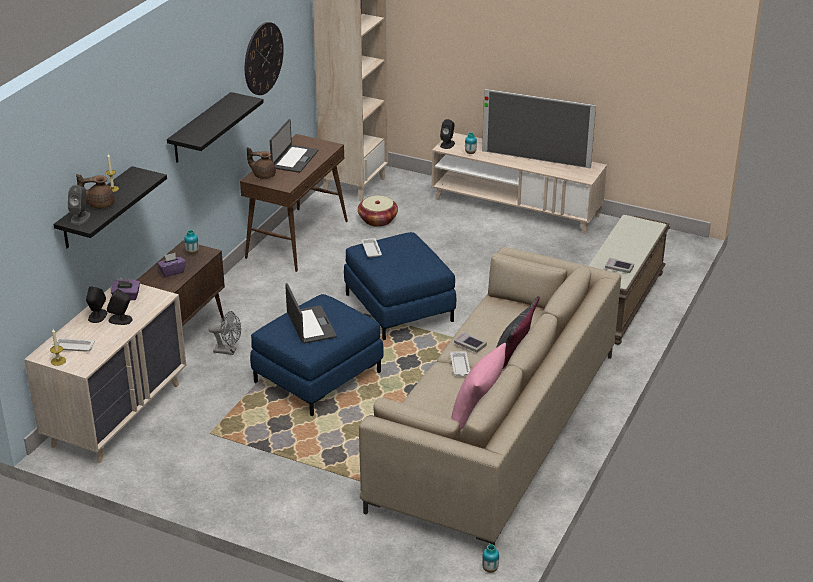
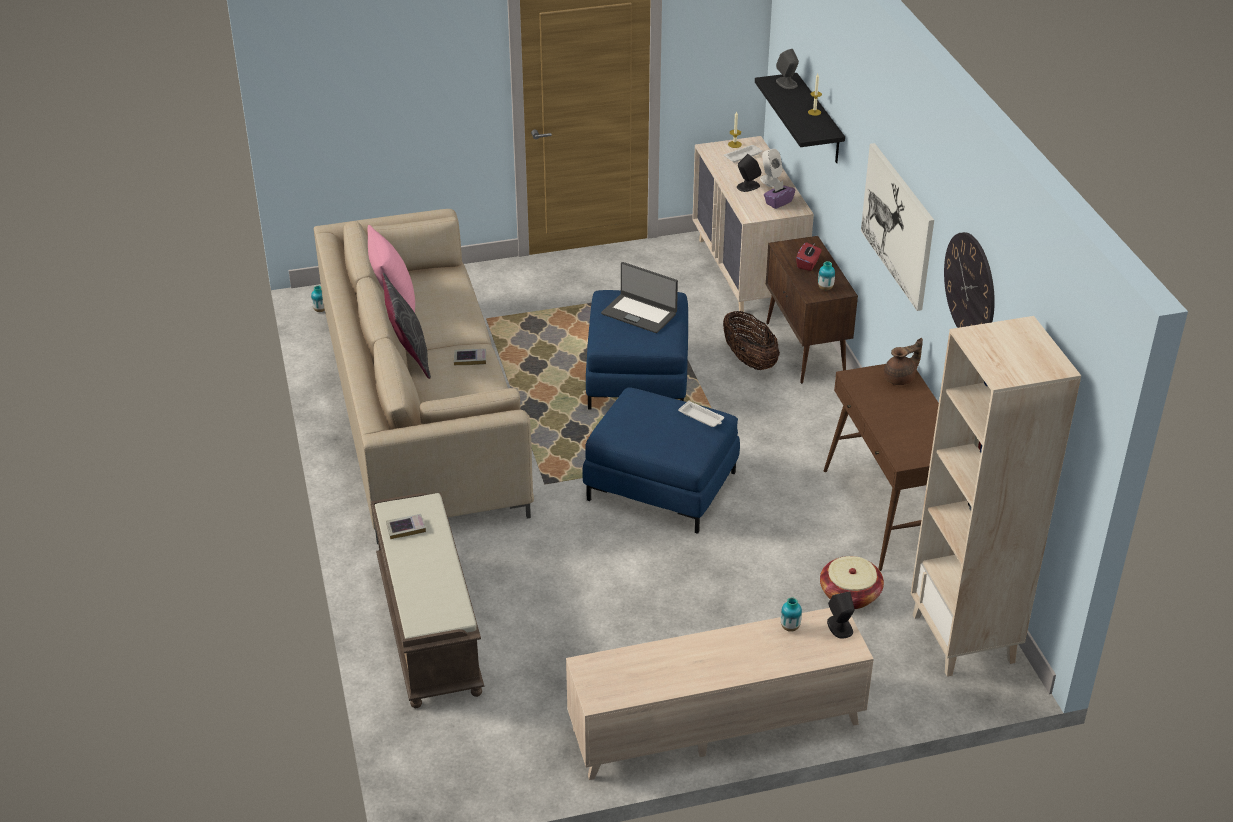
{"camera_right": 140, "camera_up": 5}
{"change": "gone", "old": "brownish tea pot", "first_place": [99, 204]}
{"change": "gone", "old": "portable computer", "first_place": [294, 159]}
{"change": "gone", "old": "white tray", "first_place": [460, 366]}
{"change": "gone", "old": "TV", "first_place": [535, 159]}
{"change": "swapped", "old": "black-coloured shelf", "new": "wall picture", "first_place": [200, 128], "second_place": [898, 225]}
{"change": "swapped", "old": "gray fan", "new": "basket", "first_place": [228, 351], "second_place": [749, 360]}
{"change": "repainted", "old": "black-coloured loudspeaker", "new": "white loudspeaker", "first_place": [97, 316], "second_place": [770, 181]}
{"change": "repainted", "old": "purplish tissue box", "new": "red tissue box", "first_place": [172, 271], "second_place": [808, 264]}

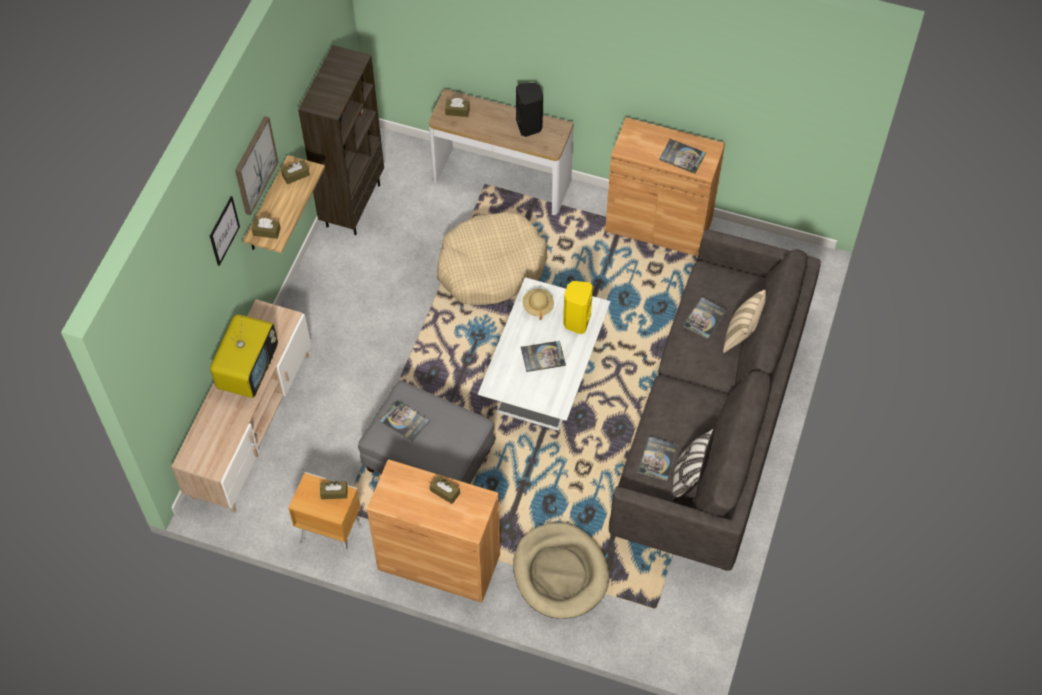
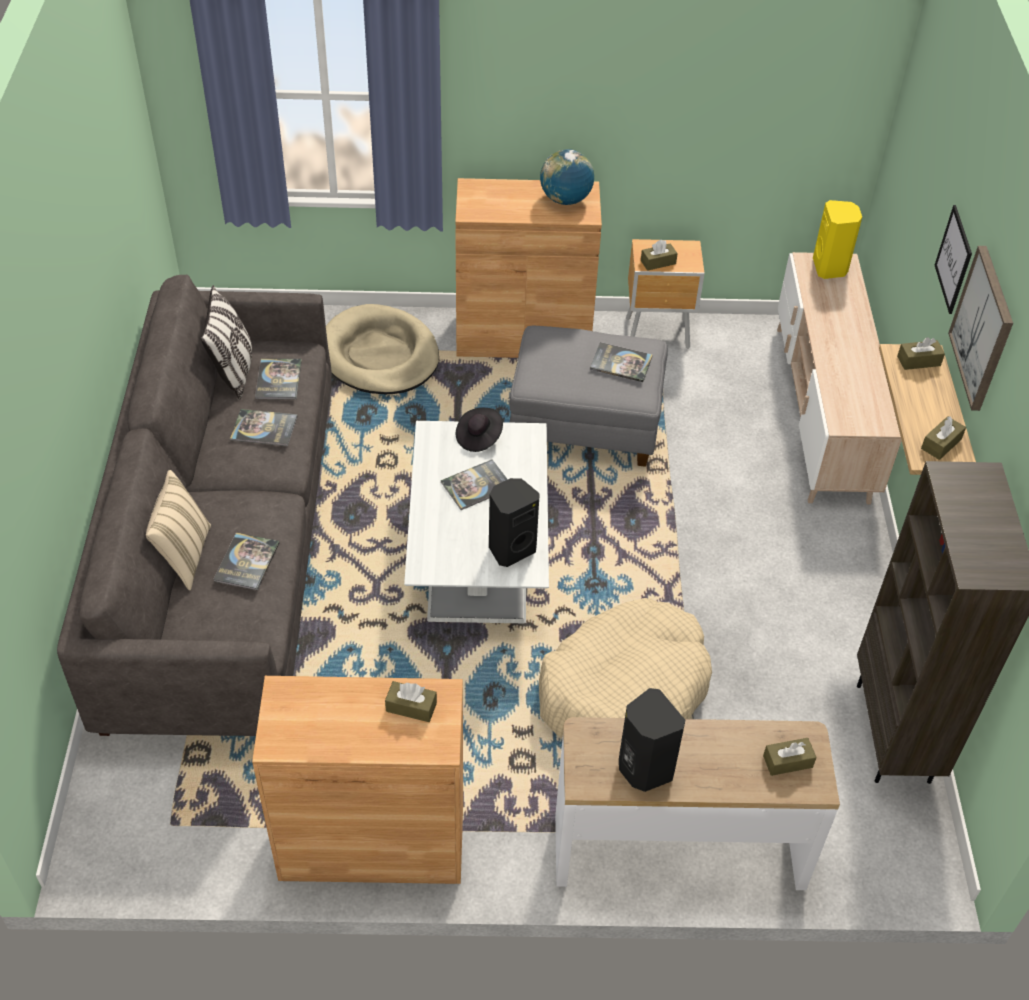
{"camera_right": 160, "camera_up": -10}
{"change": "gone", "old": "TV", "first_place": [248, 370]}
{"change": "new", "new": "black-coloured wearable hat", "second_place": [479, 437]}
{"change": "new", "new": "world globe", "second_place": [565, 199]}
{"change": "shifted", "old": "brownish tissue box", "first_place": [445, 492], "second_place": [411, 707]}
{"change": "shifted", "old": "yellow loudspeaker", "first_place": [576, 321], "second_place": [830, 268]}
{"change": "shifted", "old": "volume", "first_place": [682, 157], "second_place": [264, 428]}
{"change": "swapped", "old": "sand-coloured wearable hat", "new": "black-coloured loudspeaker", "first_place": [538, 306], "second_place": [511, 548]}

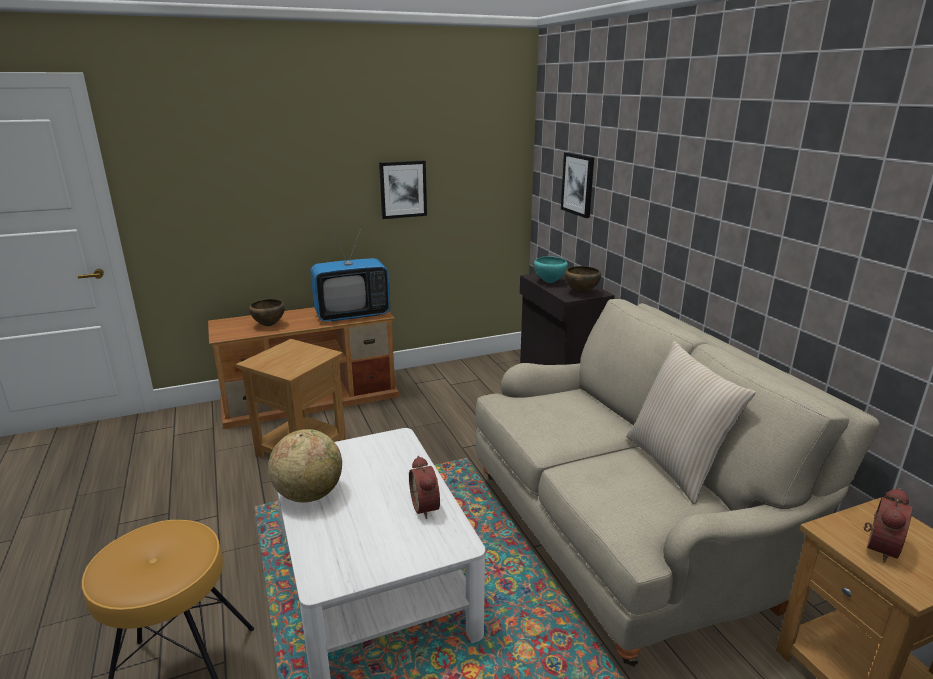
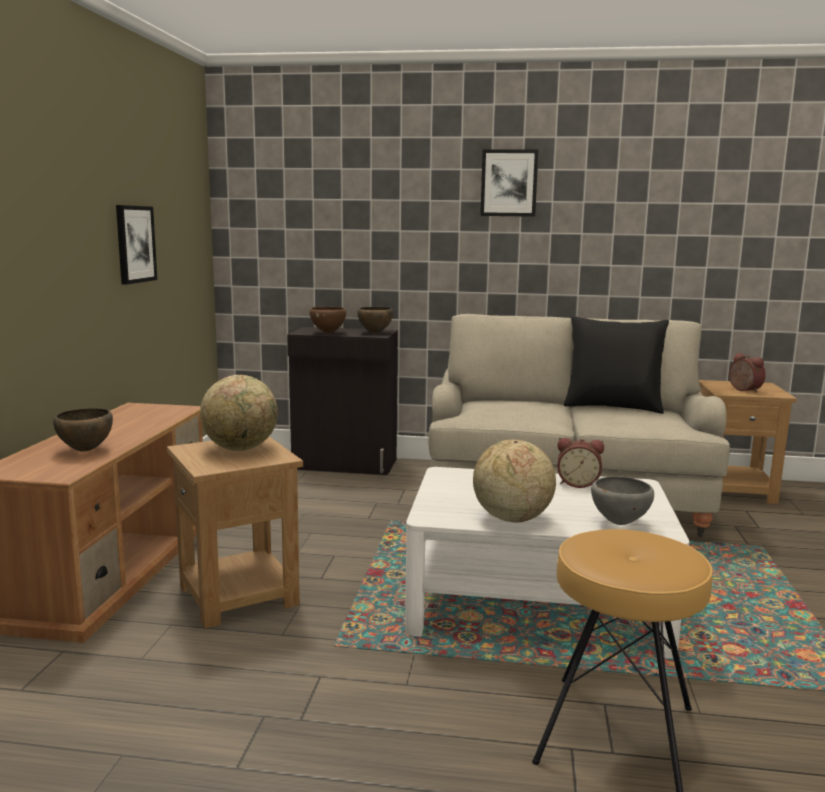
{"camera_right": -60, "camera_up": -10}
{"change": "gone", "old": "TV", "first_place": [352, 315]}
{"change": "new", "new": "world globe", "second_place": [241, 448]}
{"change": "new", "new": "gray deep dish", "second_place": [619, 523]}
{"change": "shifted", "old": "wall picture", "first_place": [578, 184], "second_place": [509, 183]}
{"change": "repainted", "old": "blue-green deep dish", "new": "brownish deep dish", "first_place": [550, 282], "second_place": [328, 332]}
{"change": "repainted", "old": "sand-coloured cushion", "new": "black-coloured cushion", "first_place": [675, 465], "second_place": [612, 406]}

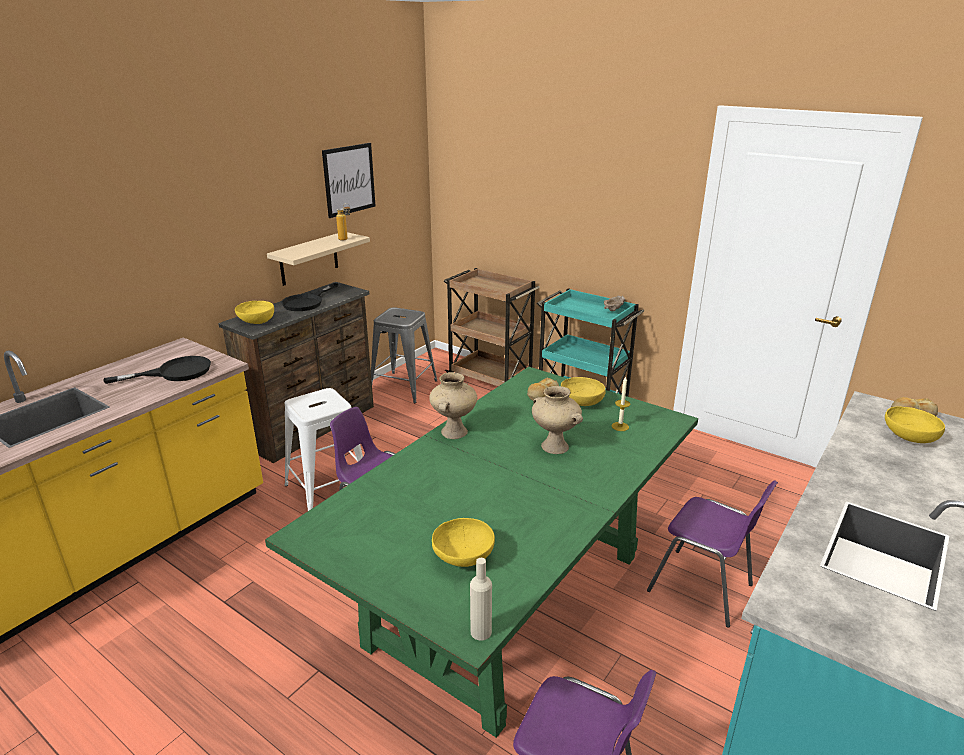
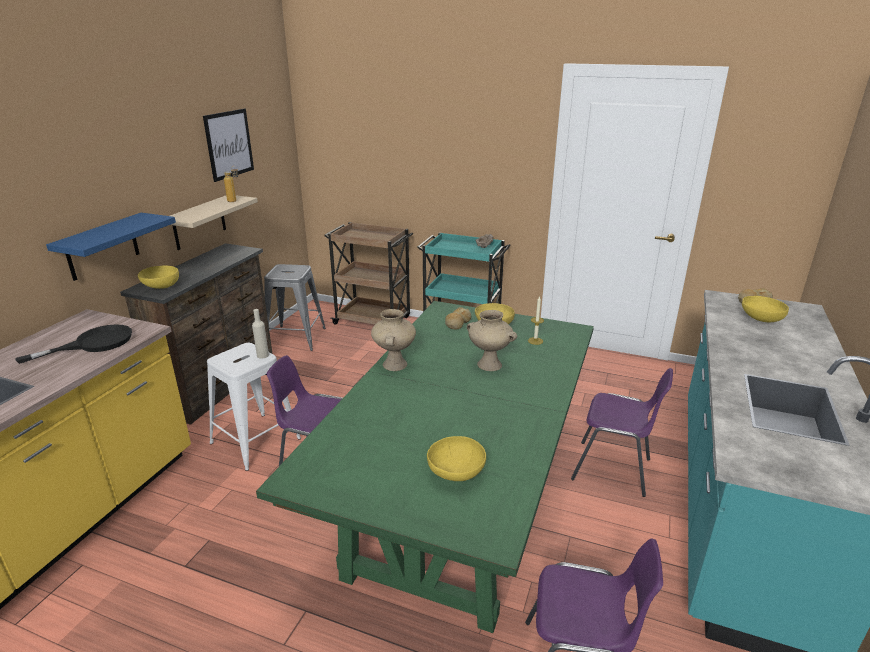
{"camera_right": -15, "camera_up": 0}
{"change": "gone", "old": "black-coloured frying pan", "first_place": [307, 302]}
{"change": "new", "new": "blue-coloured shelf", "second_place": [102, 247]}
{"change": "shifted", "old": "sand-coloured drink bottle", "first_place": [481, 632], "second_place": [262, 355]}

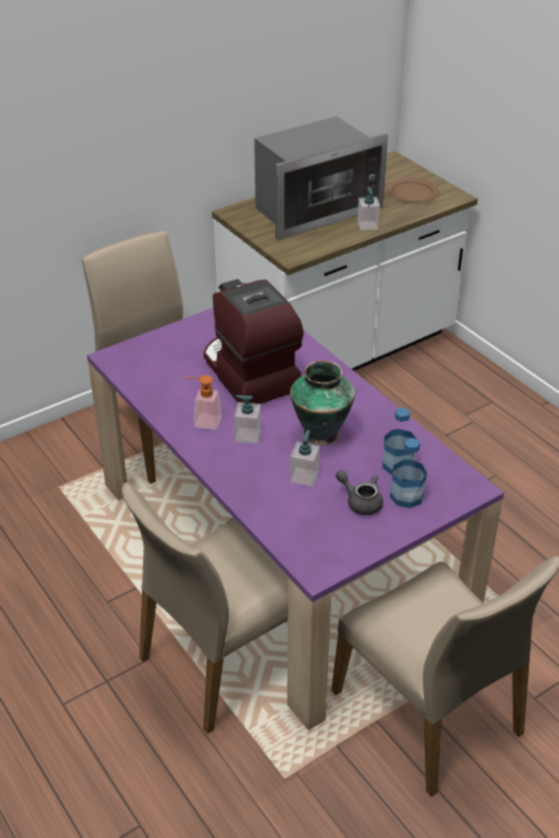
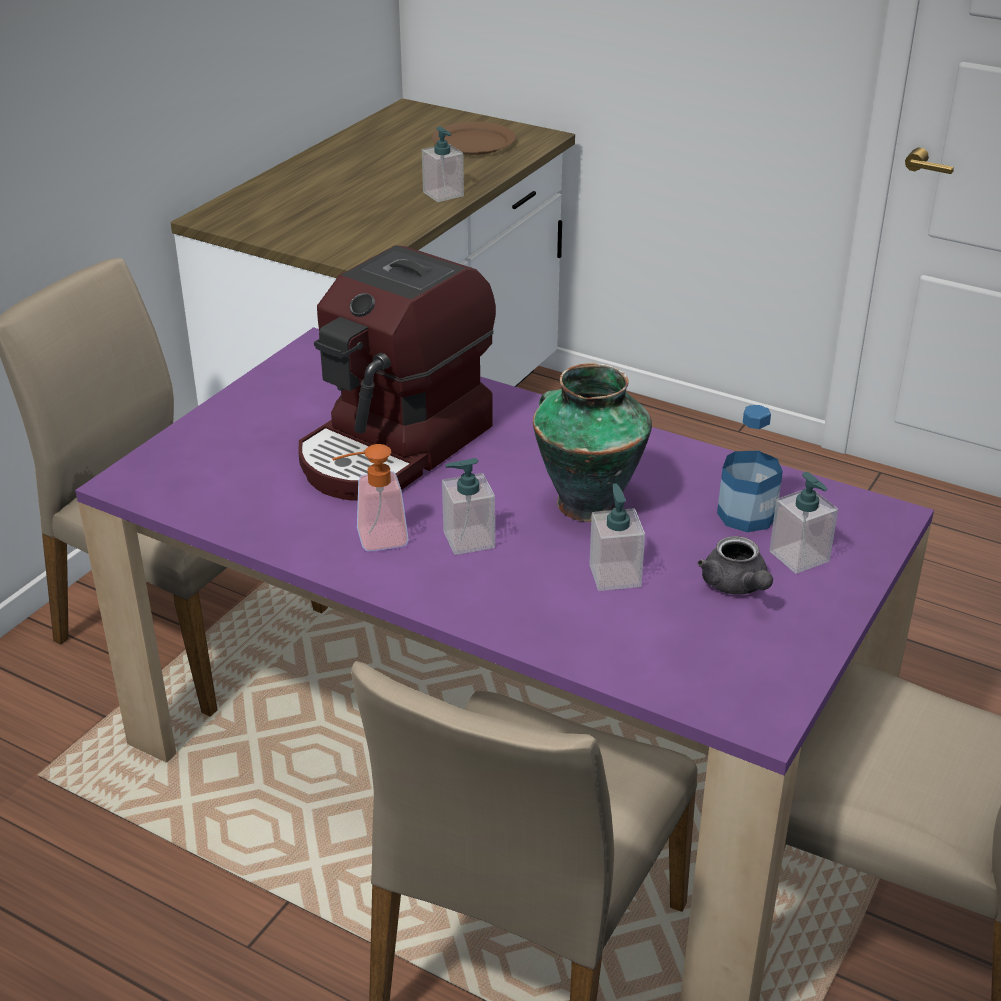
{"camera_right": -25, "camera_up": -5}
{"change": "gone", "old": "kitchen microwave", "first_place": [313, 209]}
{"change": "swapped", "old": "drink bottle", "new": "soap dispenser", "first_place": [406, 496], "second_place": [799, 556]}
{"change": "rotated", "old": "coffee maker", "first_place": [248, 374], "second_place": [396, 447], "degrees": -90}
{"change": "rotated", "old": "gray tea pot", "first_place": [360, 501], "second_place": [736, 586], "degrees": -120}

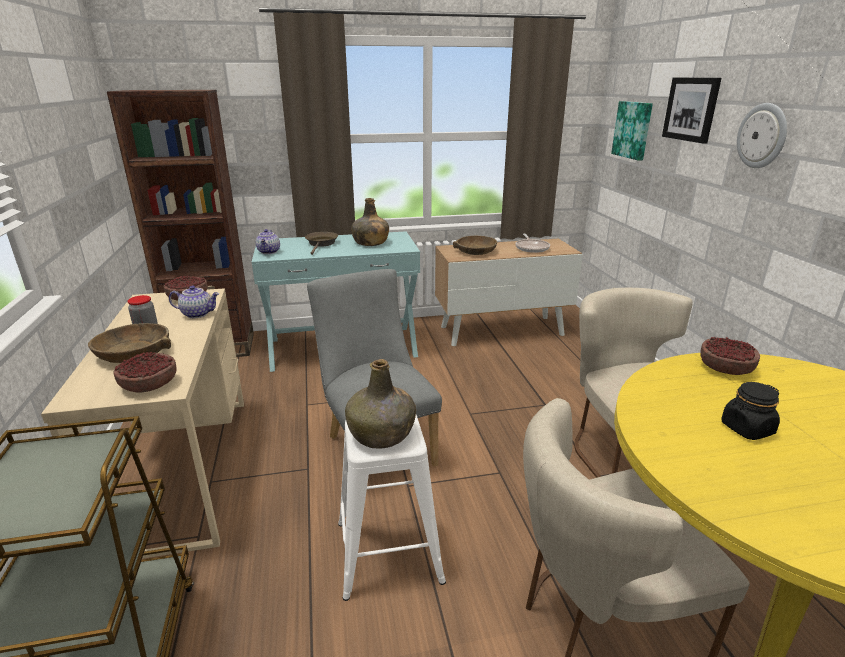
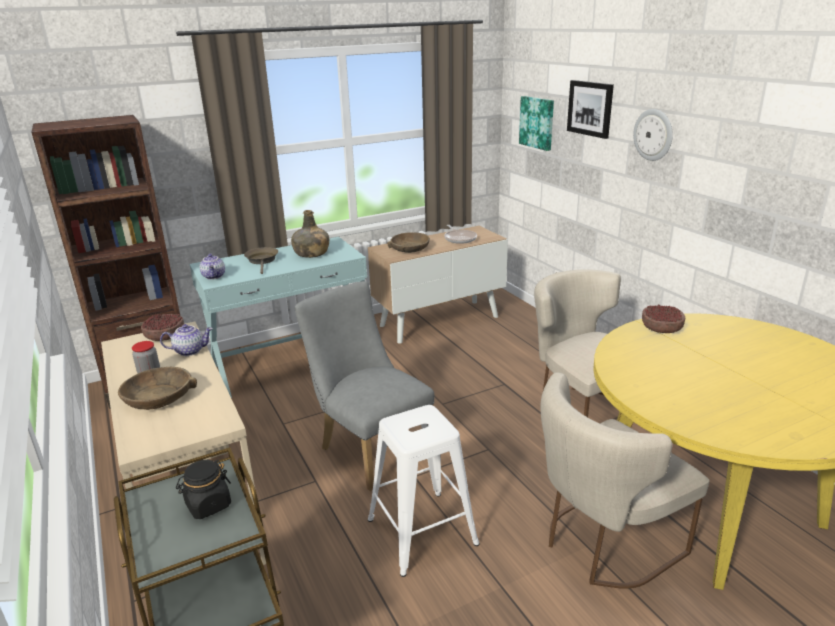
{"camera_right": -15, "camera_up": 0}
{"change": "gone", "old": "deep dish", "first_place": [149, 384]}
{"change": "gone", "old": "green drink bottle", "first_place": [382, 434]}
{"change": "shifted", "old": "black-coloured storage jar", "first_place": [746, 429], "second_place": [208, 505]}

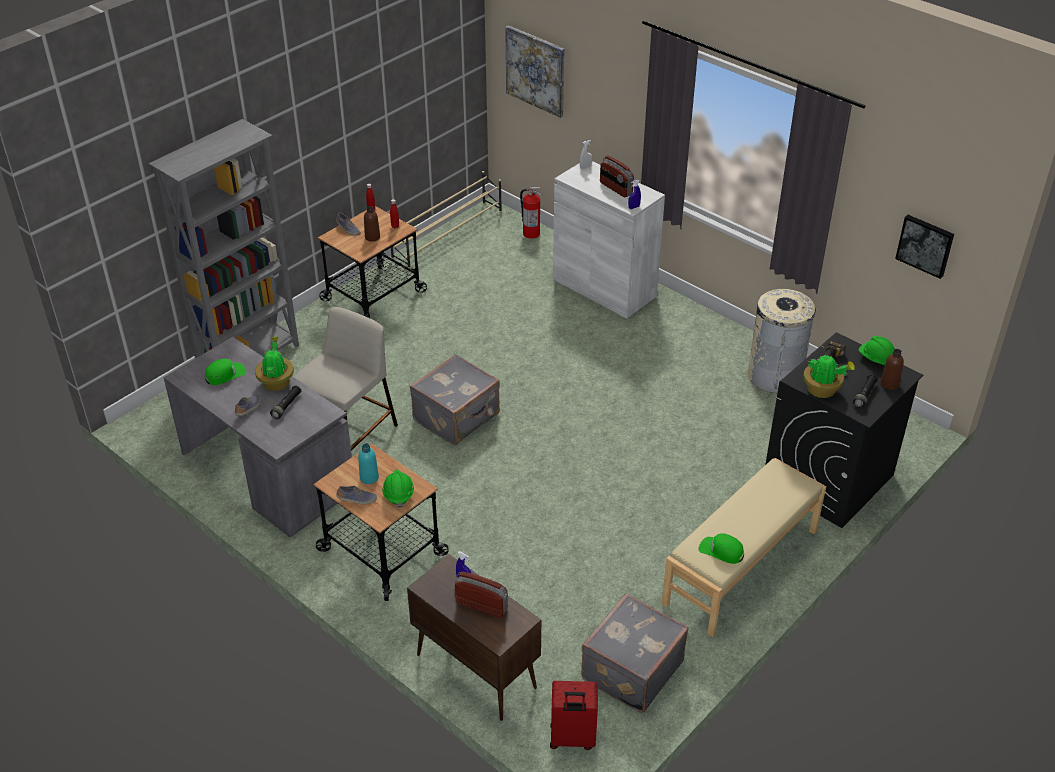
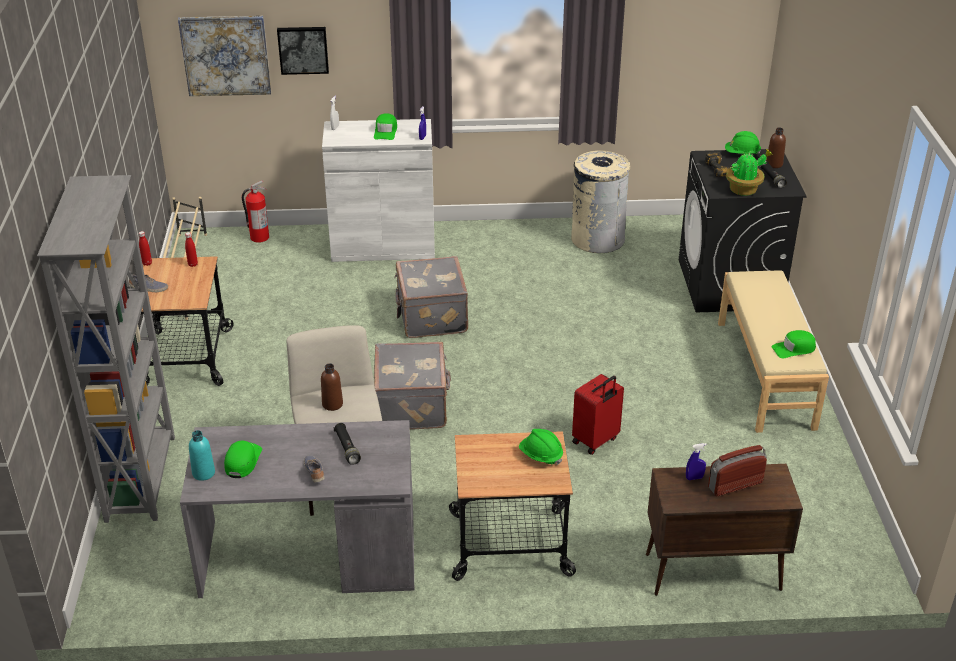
{"camera_right": -45, "camera_up": -5}
{"change": "gone", "old": "potted plant", "first_place": [276, 382]}
{"change": "gone", "old": "shoe", "first_place": [357, 500]}
{"change": "shifted", "old": "blue-green drink bottle", "first_place": [369, 477], "second_place": [203, 473]}
{"change": "shifted", "old": "brownish drink bottle", "first_place": [372, 237], "second_place": [332, 404]}
{"change": "shifted", "old": "red piece of luggage", "first_place": [572, 739], "second_place": [596, 441]}
{"change": "shifted", "old": "gray piece of luggage", "first_place": [630, 670], "second_place": [430, 317]}
{"change": "shifted", "old": "wall picture", "first_place": [925, 245], "second_place": [303, 49]}
{"change": "swapped", "old": "radio", "new": "green cap", "first_place": [615, 188], "second_place": [385, 131]}

